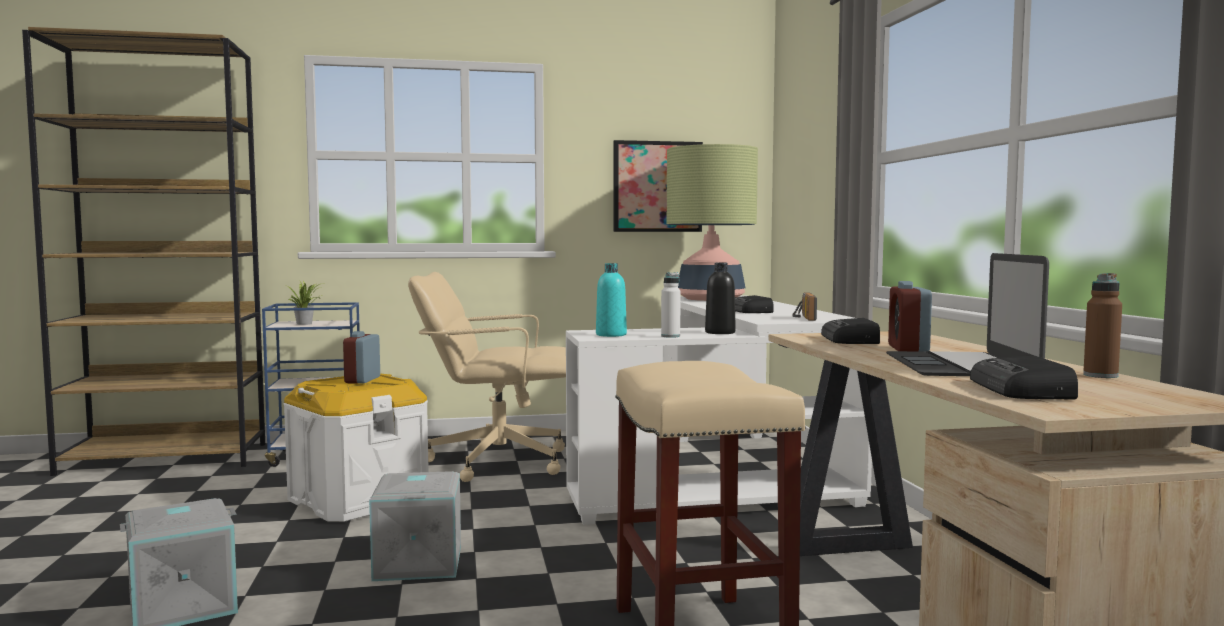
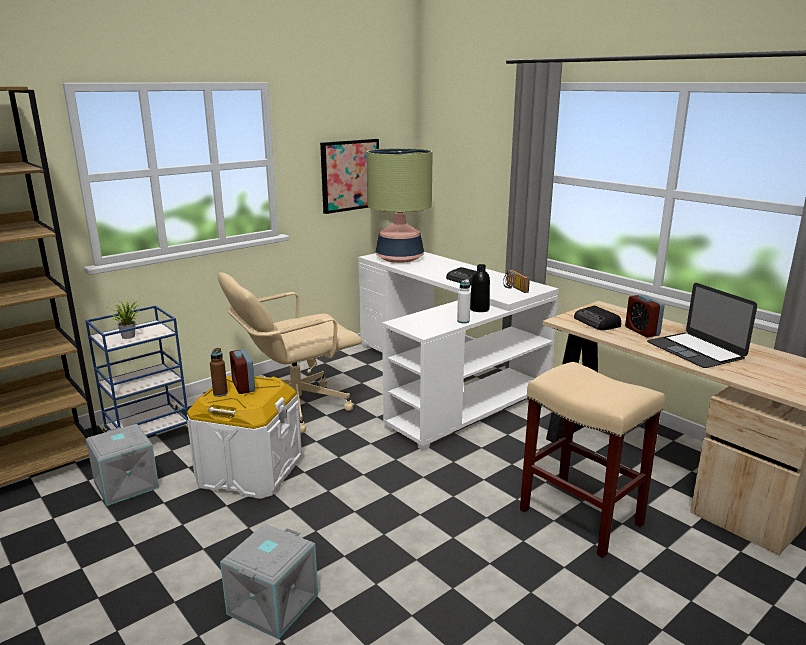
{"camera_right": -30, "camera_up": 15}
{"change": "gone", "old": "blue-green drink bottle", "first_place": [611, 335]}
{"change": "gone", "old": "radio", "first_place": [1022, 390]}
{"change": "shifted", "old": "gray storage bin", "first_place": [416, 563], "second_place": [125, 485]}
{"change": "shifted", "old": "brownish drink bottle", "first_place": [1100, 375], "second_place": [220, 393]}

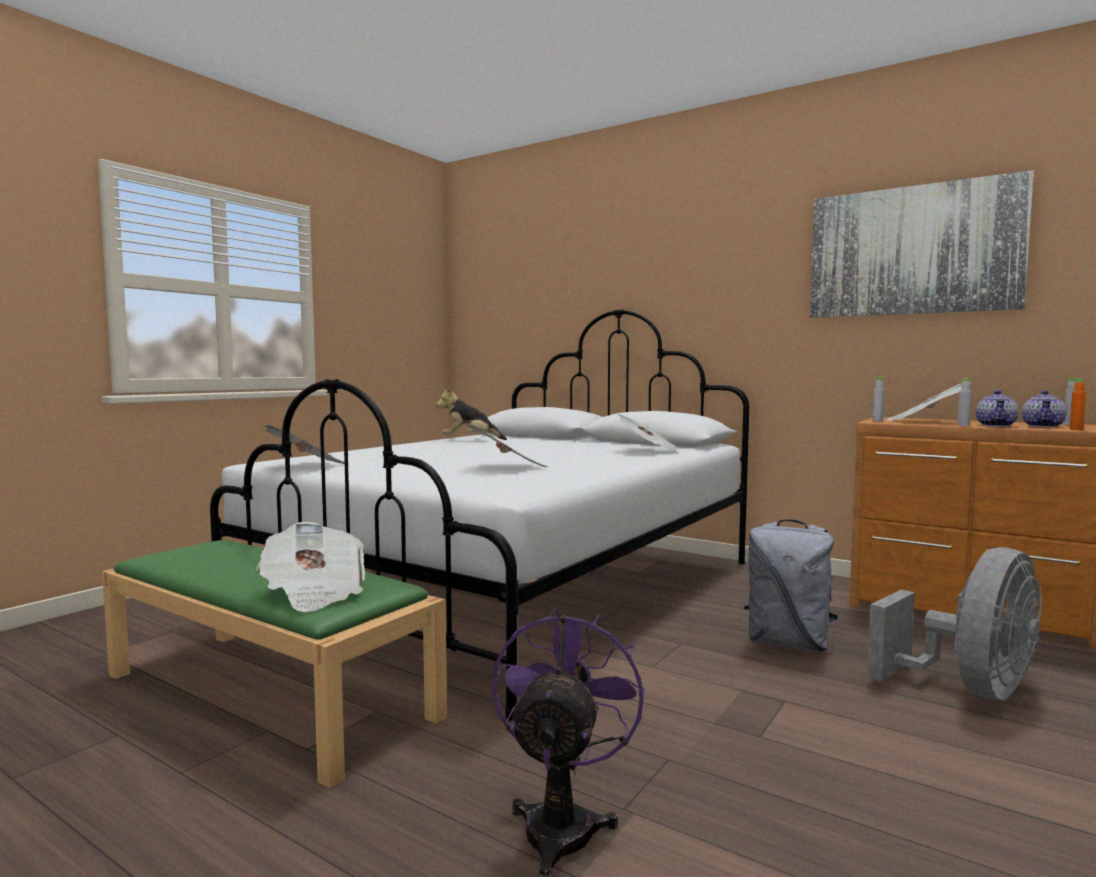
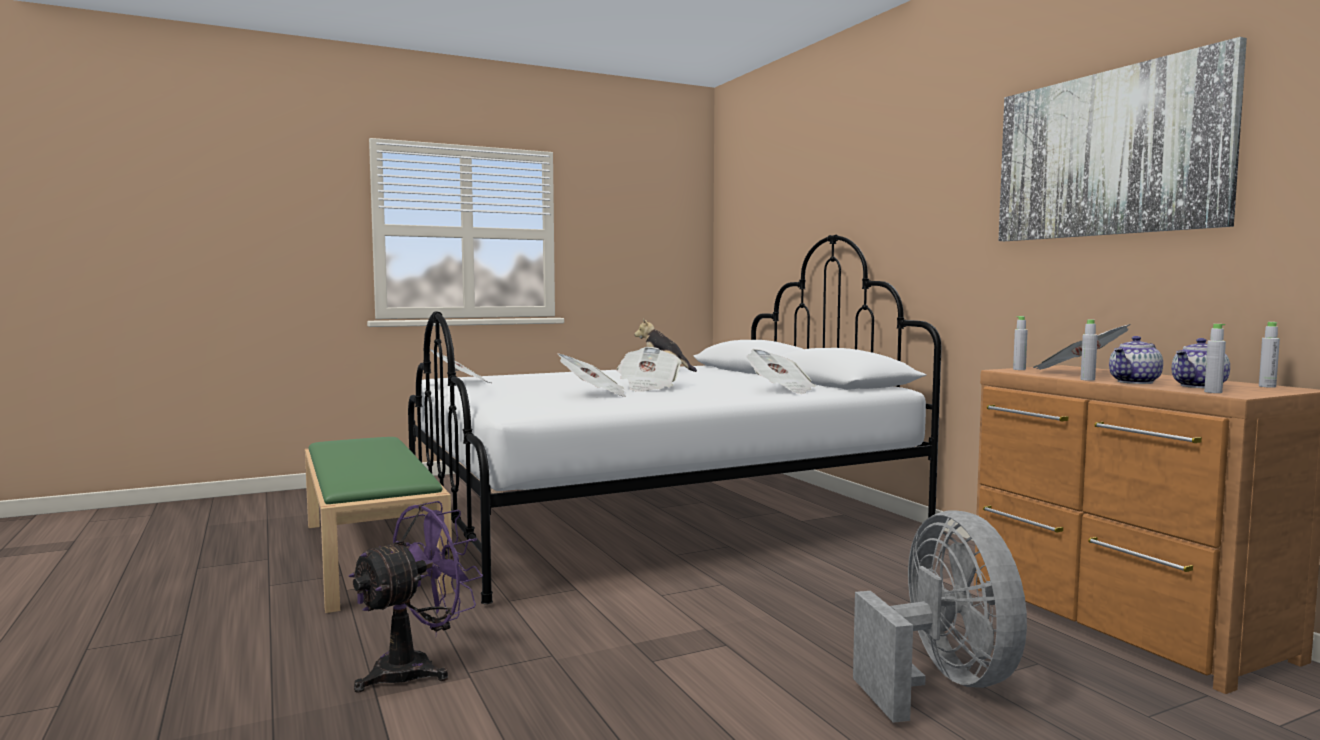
{"camera_right": 30, "camera_up": 0}
{"change": "gone", "old": "gray rucksack", "first_place": [788, 644]}
{"change": "shifted", "old": "newspaper", "first_place": [314, 593], "second_place": [648, 387]}
{"change": "repainted", "old": "orange drink bottle", "new": "gray drink bottle", "first_place": [1076, 429], "second_place": [1213, 392]}
{"change": "rotated", "old": "gray fan", "first_place": [970, 690], "second_place": [941, 683], "degrees": -90}

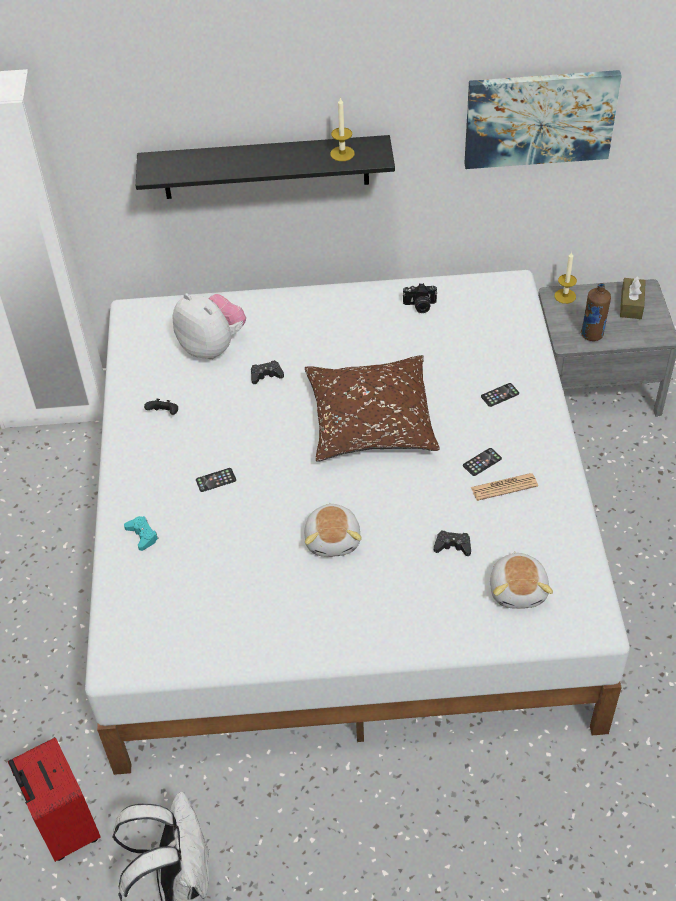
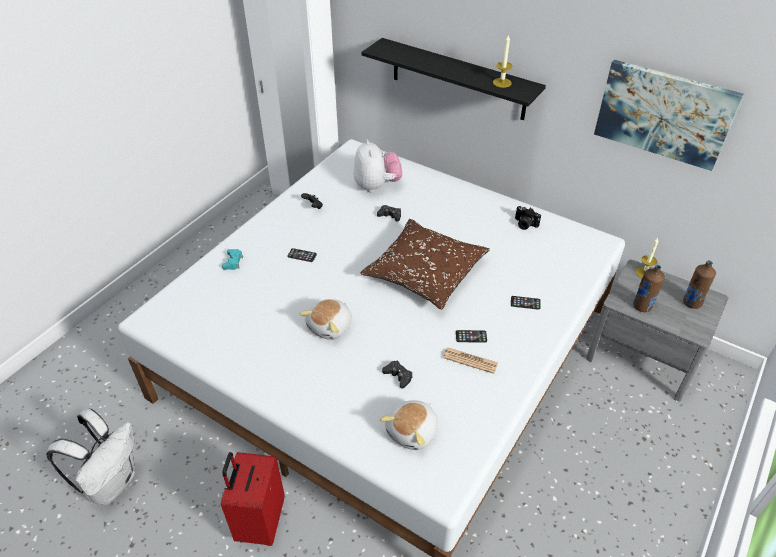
{"camera_right": 35, "camera_up": -5}
{"change": "shifted", "old": "red piece of luggage", "first_place": [65, 827], "second_place": [260, 521]}
{"change": "swapped", "old": "brownish tissue box", "new": "brownish drink bottle", "first_place": [631, 304], "second_place": [691, 302]}

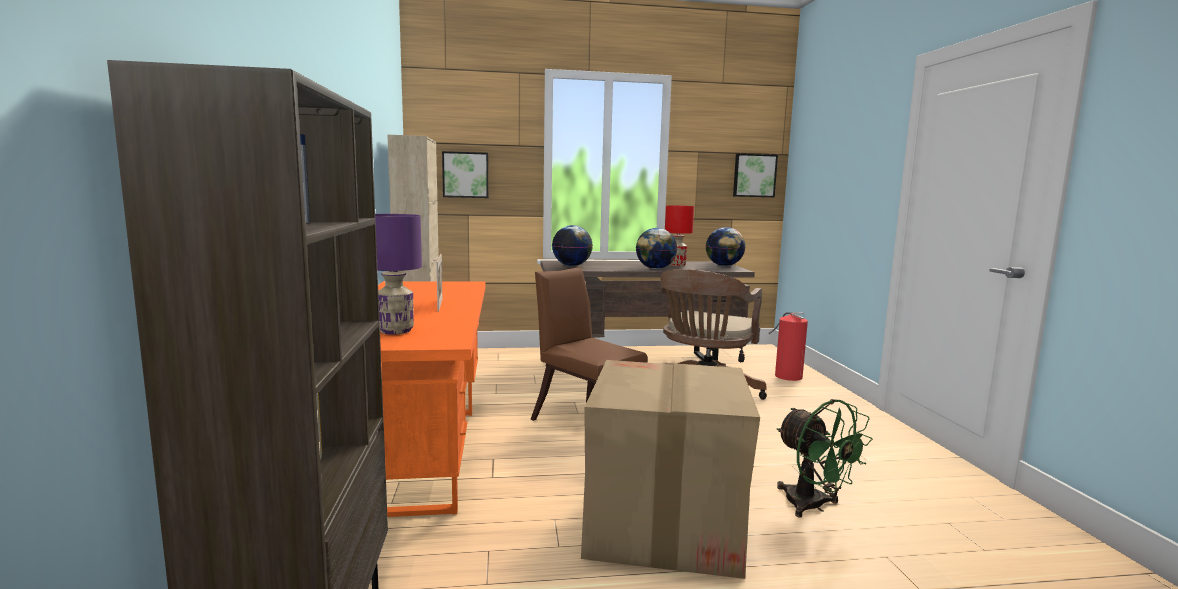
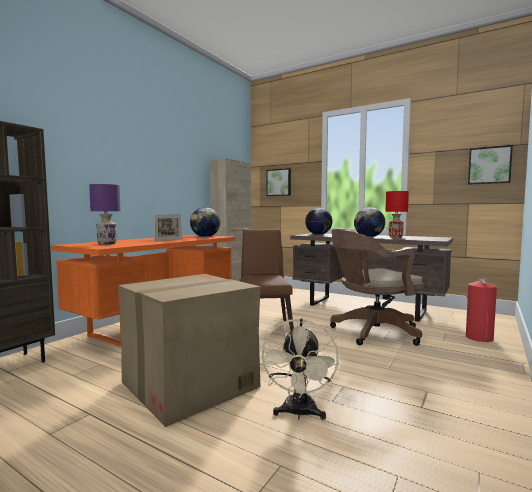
{"camera_right": 40, "camera_up": -5}
{"change": "shifted", "old": "world globe", "first_place": [724, 265], "second_place": [205, 237]}
{"change": "repainted", "old": "green fan", "new": "sand-coloured fan", "first_place": [813, 506], "second_place": [299, 414]}

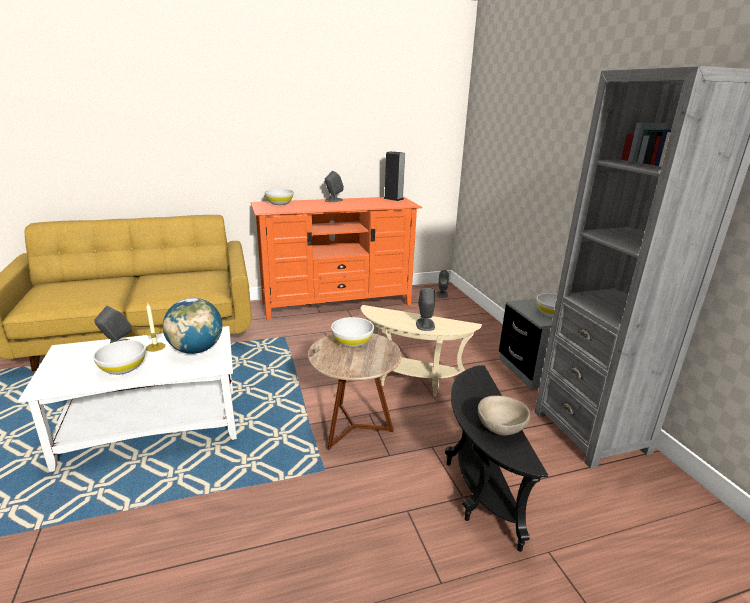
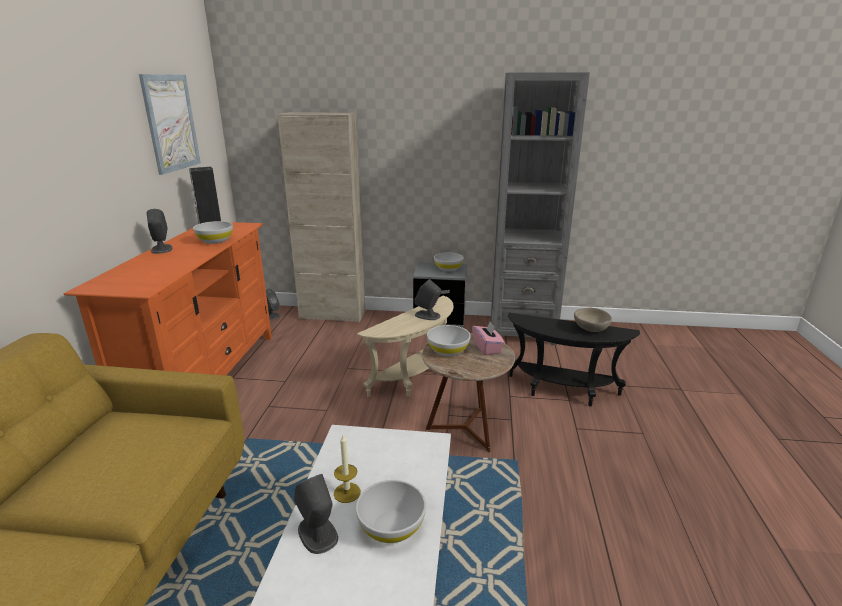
{"camera_right": -65, "camera_up": 0}
{"change": "gone", "old": "world globe", "first_place": [196, 350]}
{"change": "new", "new": "wall picture", "second_place": [171, 123]}
{"change": "new", "new": "sand-coloured cabinet", "second_place": [332, 315]}
{"change": "new", "new": "pink tissue box", "second_place": [487, 348]}
{"change": "shifted", "old": "white deep dish", "first_place": [279, 203], "second_place": [215, 241]}

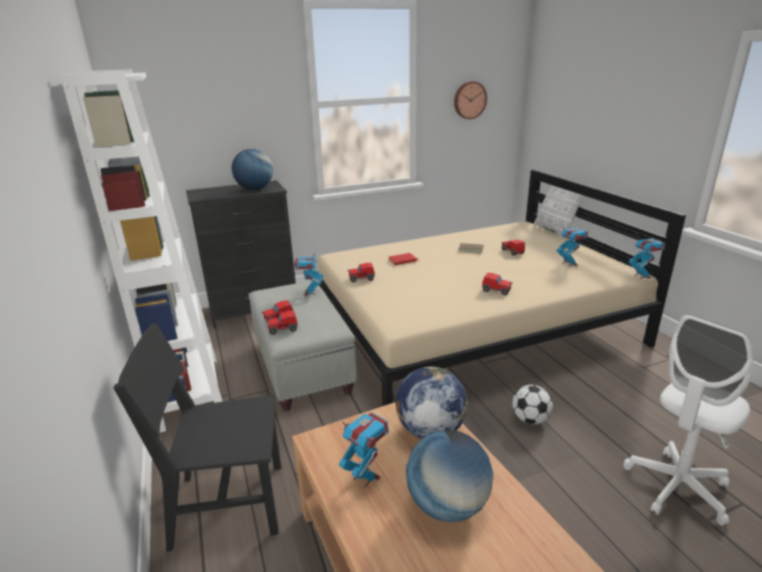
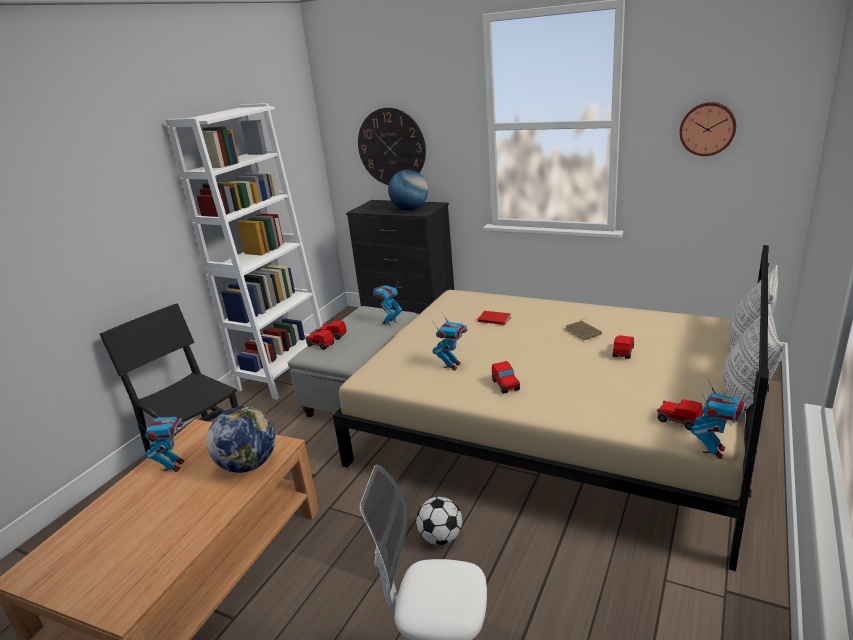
{"camera_right": 50, "camera_up": 0}
{"change": "gone", "old": "world globe", "first_place": [447, 505]}
{"change": "new", "new": "clock on the wall", "second_place": [391, 147]}
{"change": "new", "new": "cushion", "second_place": [744, 399]}
{"change": "shifted", "old": "toy car", "first_place": [361, 278], "second_place": [678, 421]}
{"change": "shifted", "old": "robot figure", "first_place": [569, 263], "second_place": [452, 365]}

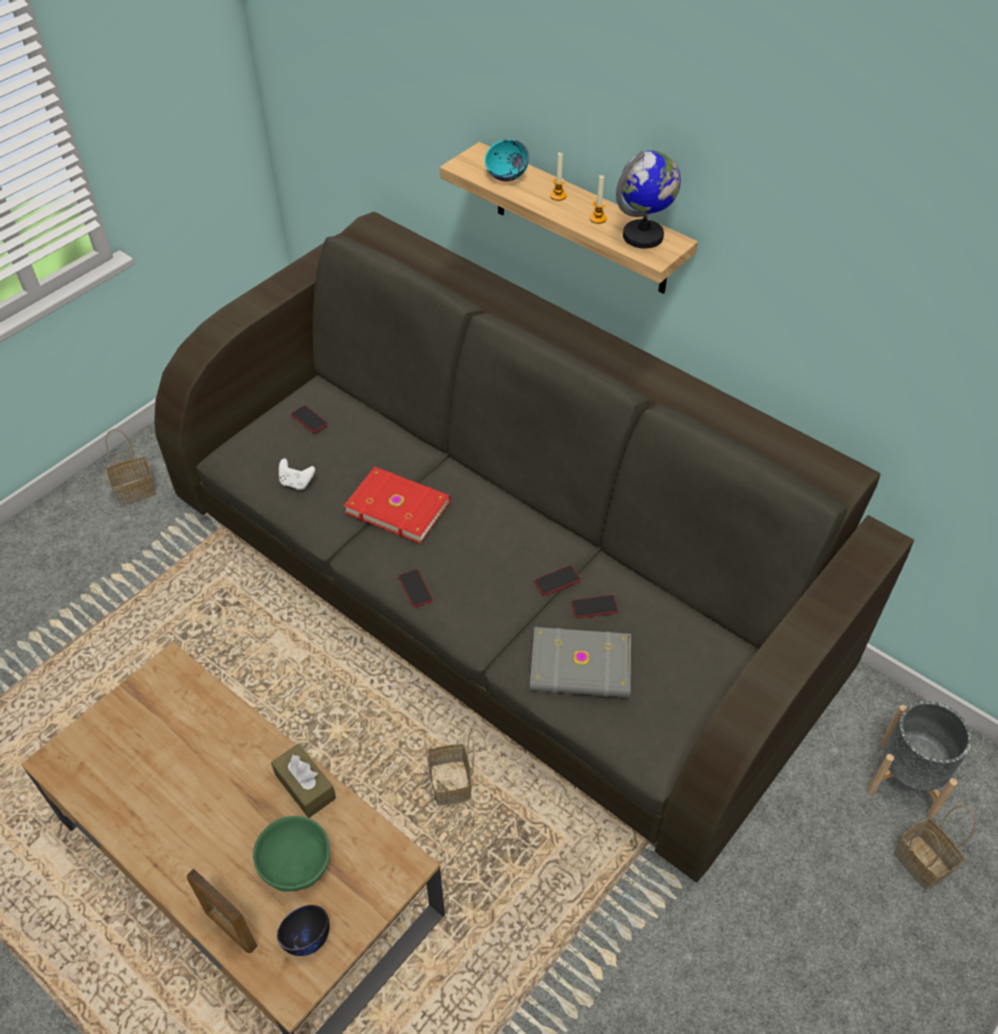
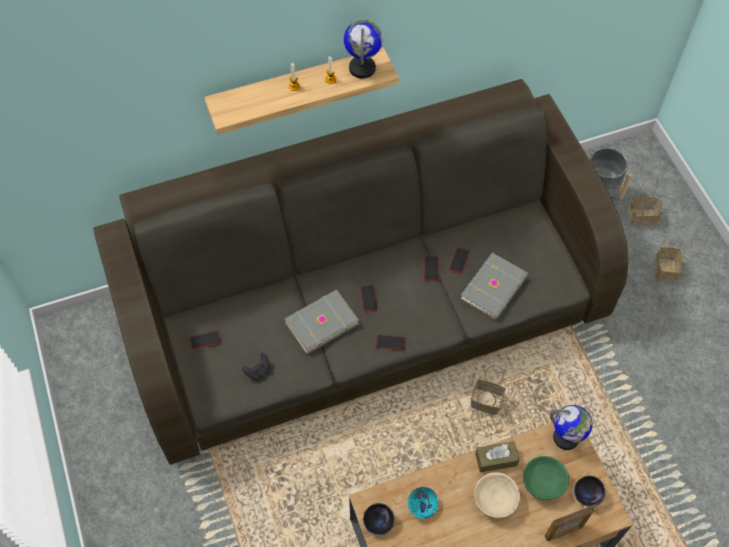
{"camera_right": -60, "camera_up": 10}
{"change": "new", "new": "telephone", "second_place": [368, 298]}
{"change": "new", "new": "black-coloured deep dish", "second_place": [378, 523]}
{"change": "new", "new": "sand-coloured deep dish", "second_place": [494, 501]}
{"change": "new", "new": "world globe", "second_place": [566, 438]}
{"change": "shifted", "old": "basket", "first_place": [134, 492], "second_place": [666, 271]}
{"change": "shifted", "old": "blue-green deep dish", "first_place": [506, 177], "second_place": [422, 506]}
{"change": "repainted", "old": "white joypad", "new": "black-coloured joypad", "first_place": [296, 482], "second_place": [258, 371]}
{"change": "repainted", "old": "red volume", "new": "gray volume", "first_place": [398, 506], "second_place": [320, 322]}

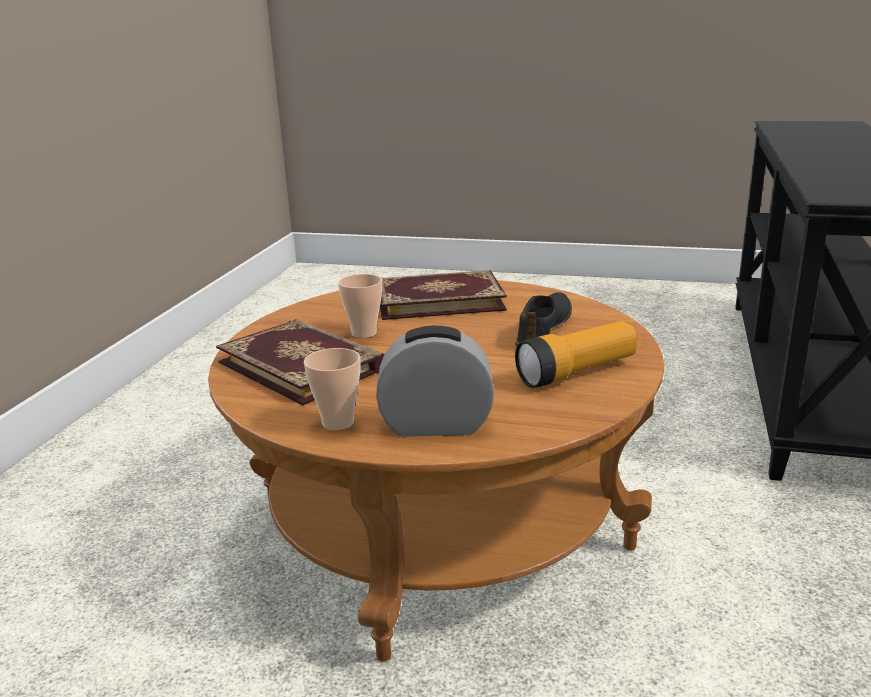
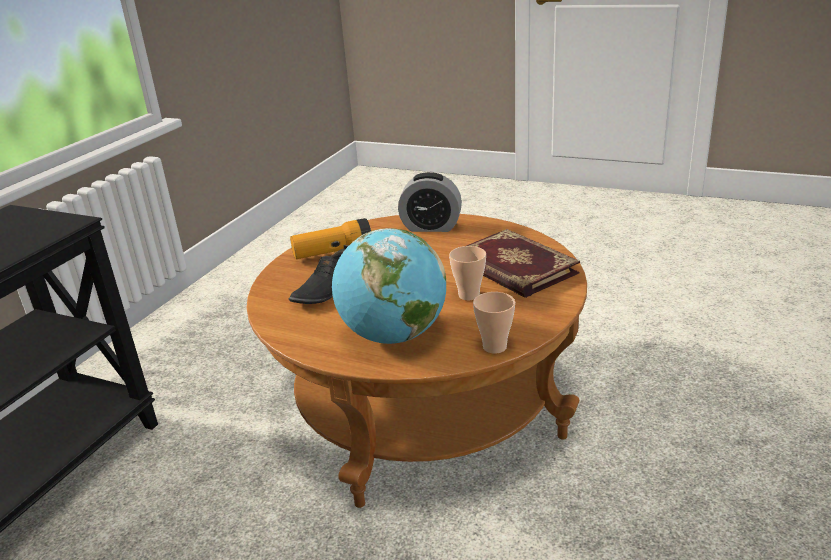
{"camera_right": -170, "camera_up": 5}
{"change": "shifted", "old": "drinking cup", "first_place": [338, 423], "second_place": [494, 347]}
{"change": "swapped", "old": "volume", "new": "world globe", "first_place": [438, 299], "second_place": [393, 336]}

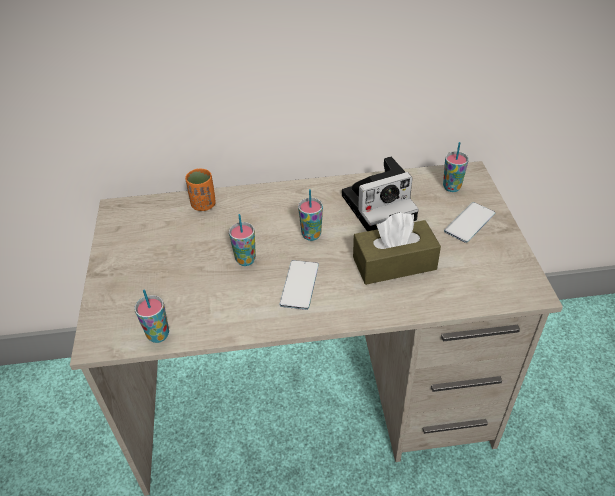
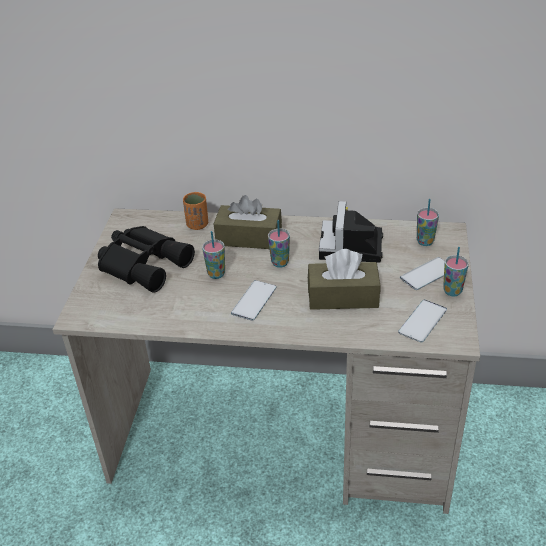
{"camera_right": 15, "camera_up": -5}
{"change": "new", "new": "black-coloured binoculars", "second_place": [145, 263]}
{"change": "new", "new": "brownish tissue box", "second_place": [249, 238]}
{"change": "new", "new": "telephone", "second_place": [422, 321]}
{"change": "shifted", "old": "drinking cup", "first_place": [158, 335], "second_place": [452, 291]}
{"change": "rotated", "old": "still camera", "first_place": [380, 206], "second_place": [351, 248], "degrees": 105}

